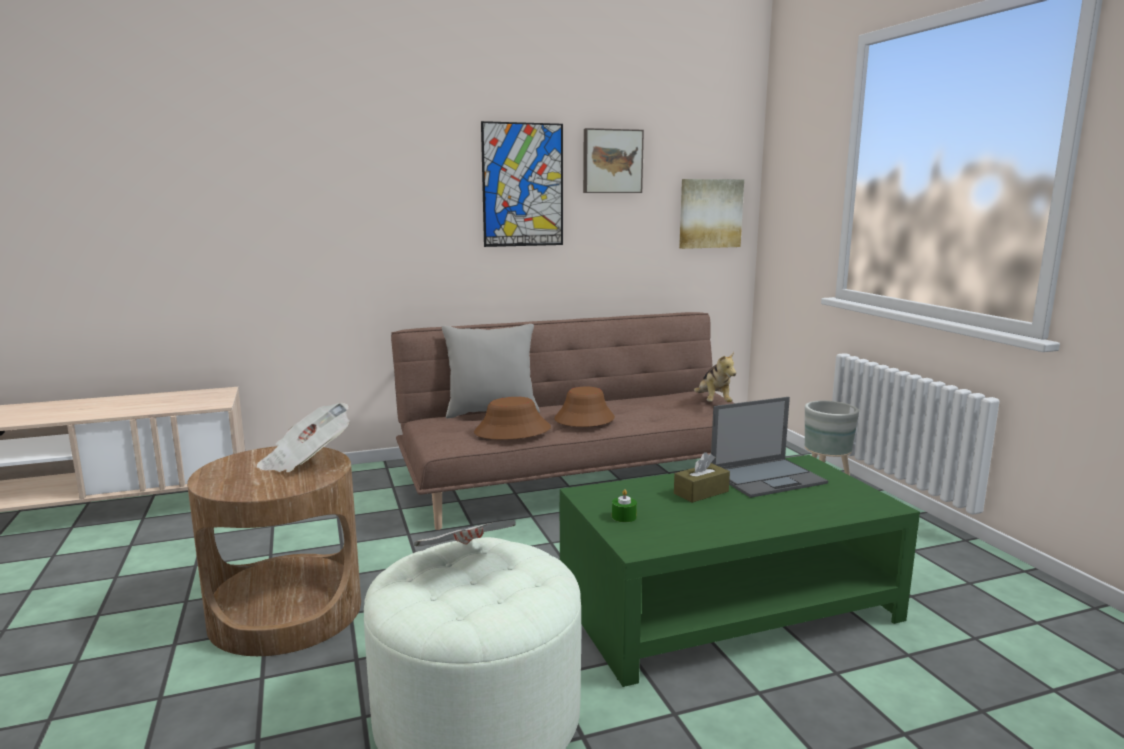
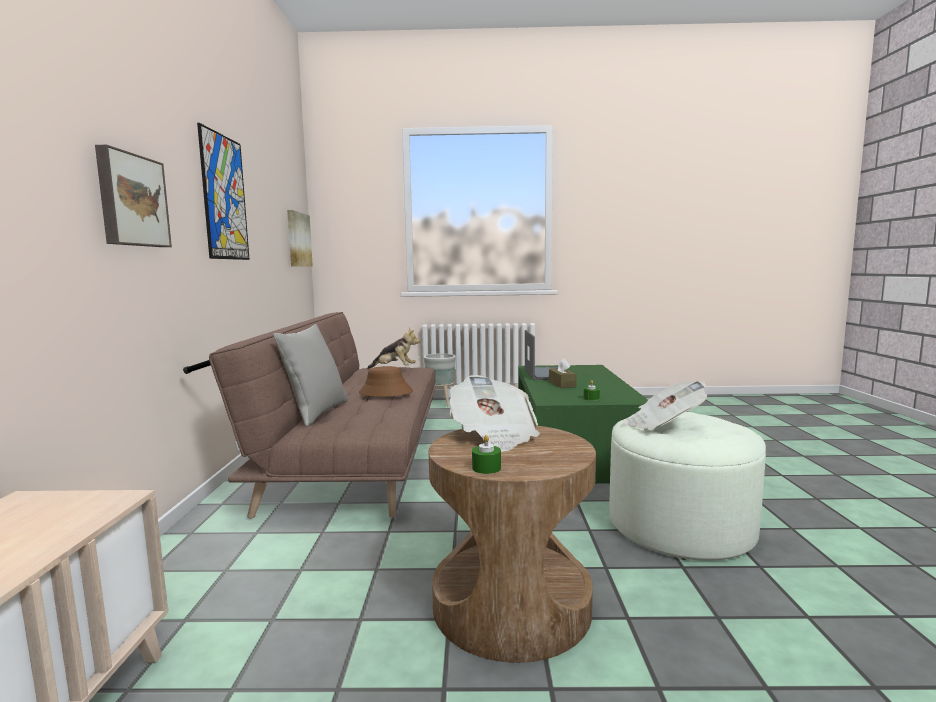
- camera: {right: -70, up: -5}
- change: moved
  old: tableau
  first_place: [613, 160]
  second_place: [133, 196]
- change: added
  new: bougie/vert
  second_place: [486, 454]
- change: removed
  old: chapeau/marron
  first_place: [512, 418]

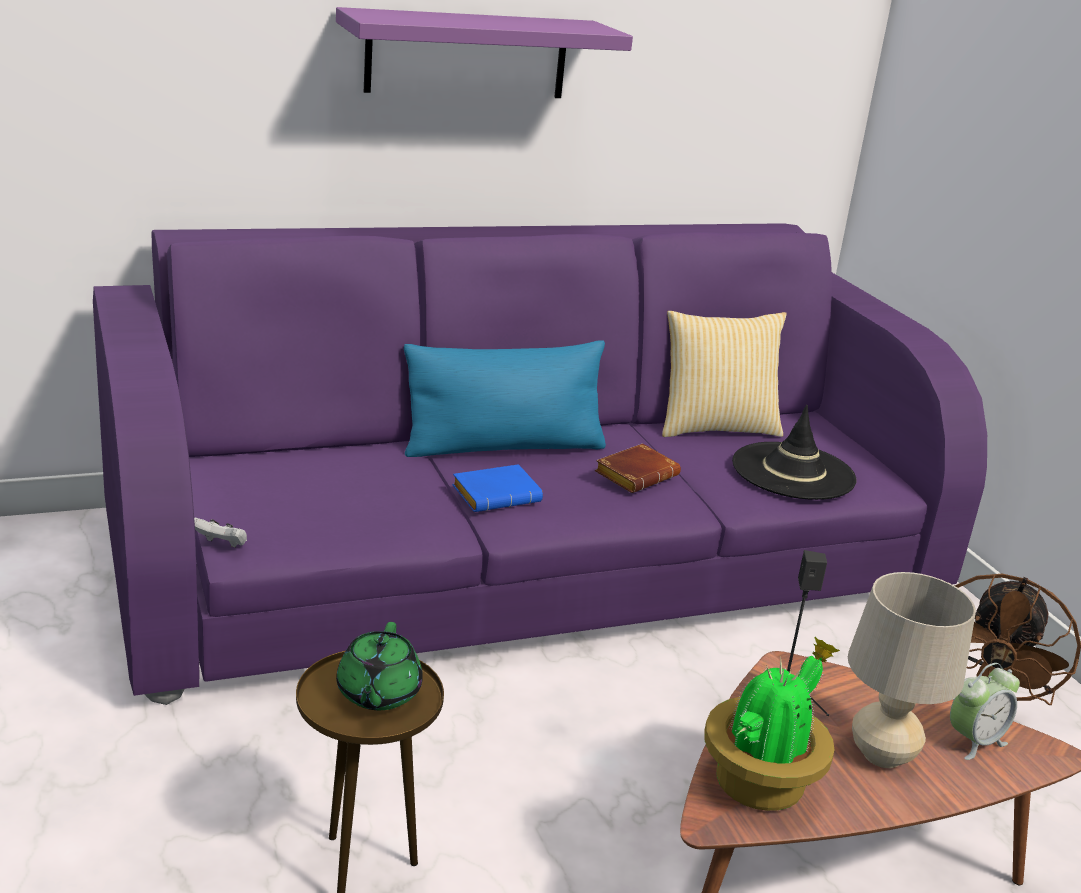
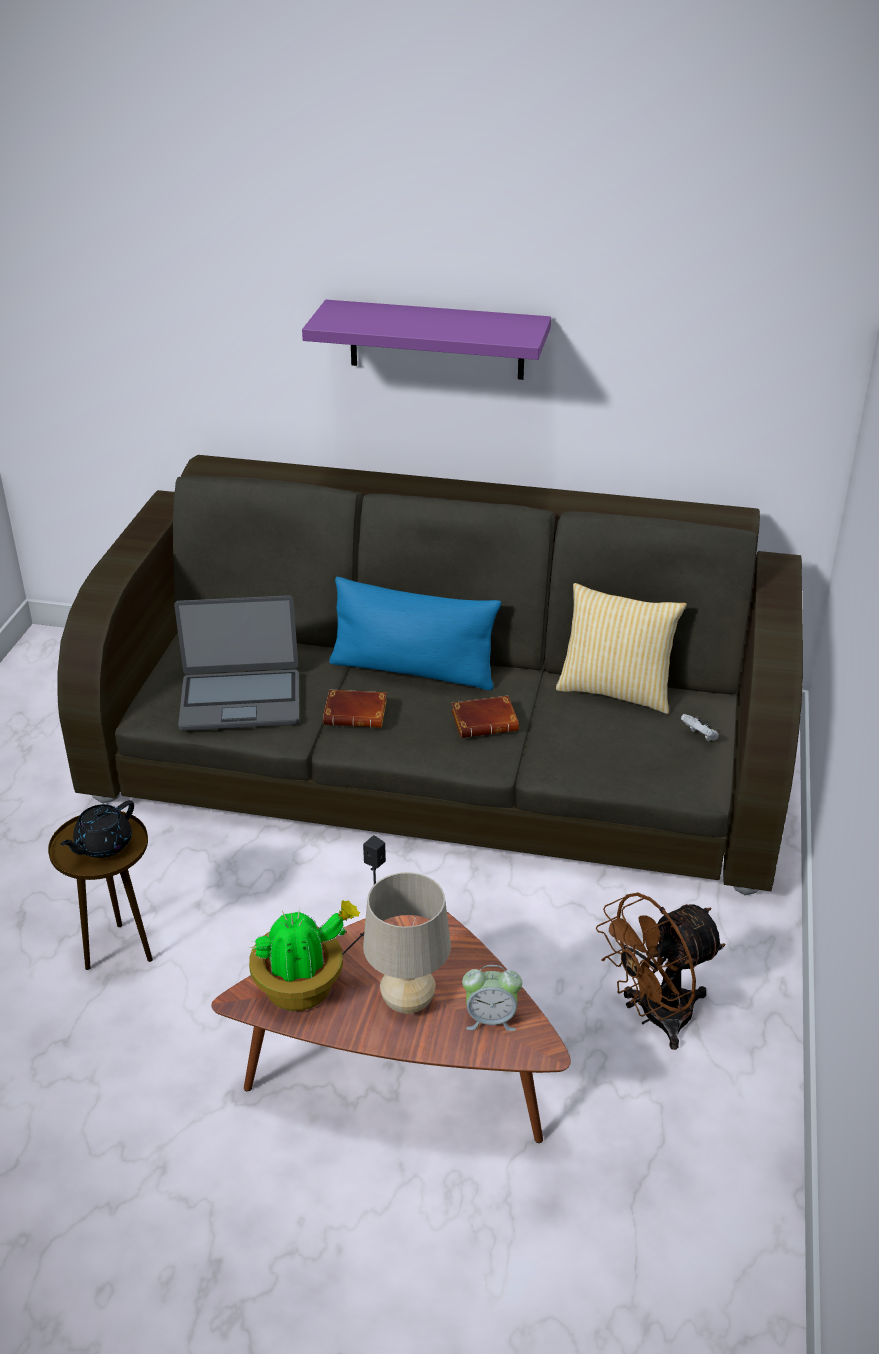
- camera: {right: 35, up: 10}
- change: recoloured
  old: canapé/violet
  new: canapé/gris
  first_place: [540, 464]
  second_place: [430, 675]
- change: recoloured
  old: théière/vert
  new: théière/noir
  first_place: [379, 666]
  second_place: [97, 829]
- change: added
  new: ordinateur portable
  second_place: [236, 663]
- change: recoloured
  old: livre/bleu
  new: livre/marron
  first_place: [497, 488]
  second_place: [355, 708]
- change: moved
  old: manette/blanc
  first_place: [220, 532]
  second_place: [699, 727]
- change: removed
  old: chapeau/noir
  first_place: [794, 452]

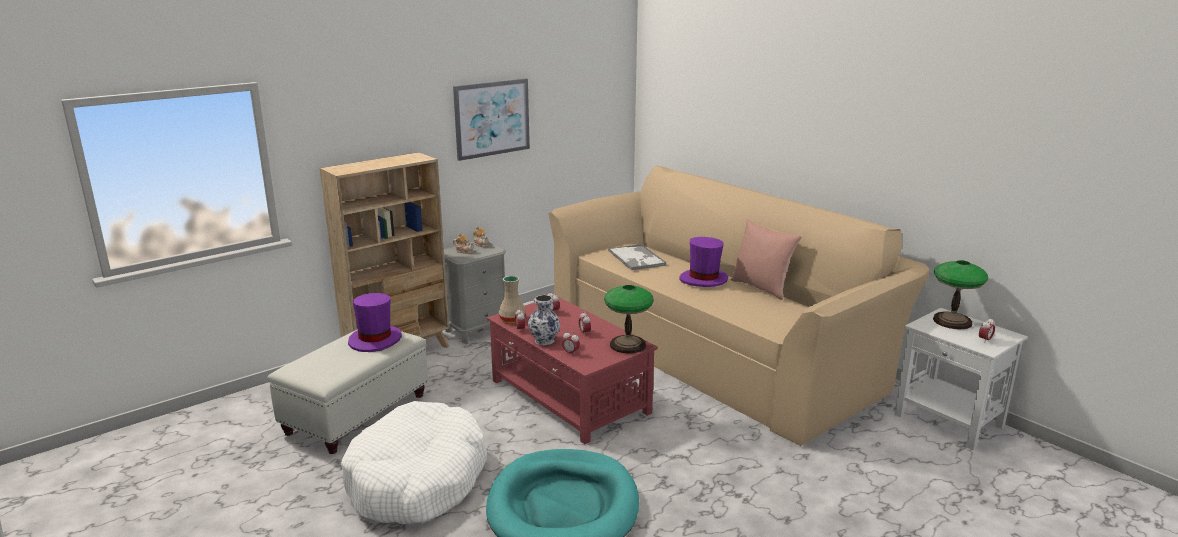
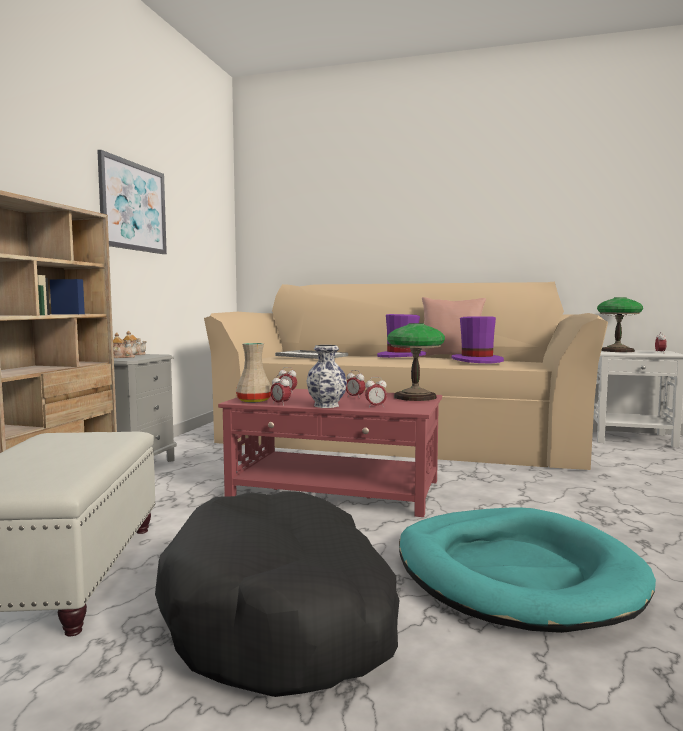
- camera: {right: -35, up: -15}
- change: recoloured
  old: panier pour chien/blanc
  new: panier pour chien/noir
  first_place: [414, 462]
  second_place: [277, 594]
- change: moved
  old: chapeau/violet
  first_place: [375, 322]
  second_place: [477, 340]

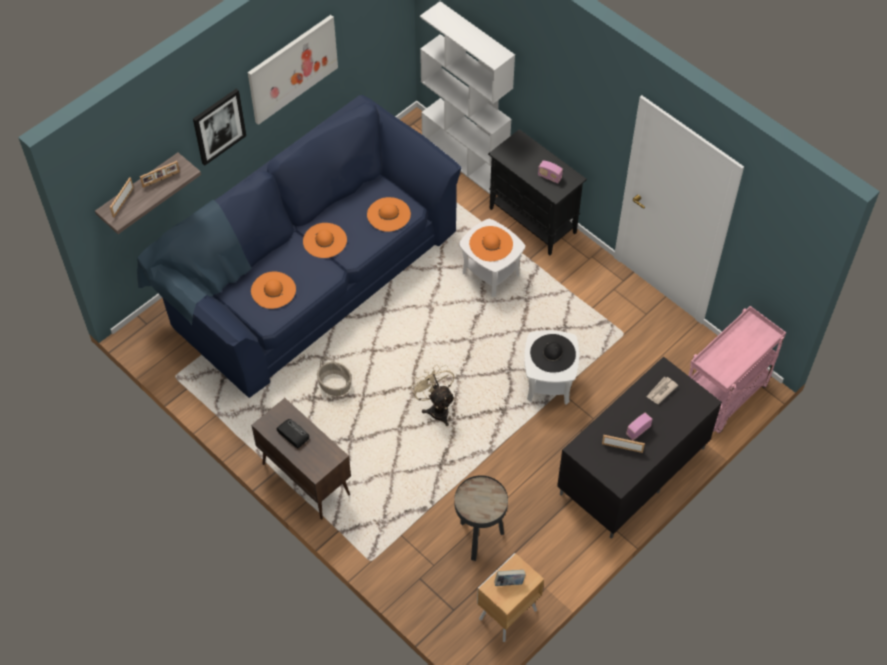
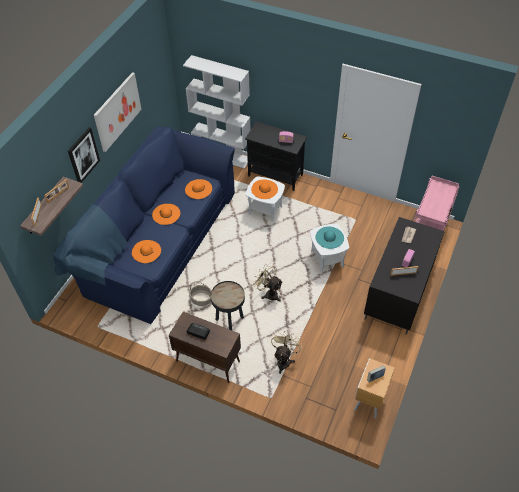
- camera: {right: -20, up: -5}
- change: moved
  old: table d'appoint/noir
  first_place: [481, 518]
  second_place: [228, 305]
- change: added
  new: ventilateur/beige
  second_place: [286, 352]
- change: recoloured
  old: chapeau/noir
  new: chapeau/turquoise
  first_place: [553, 353]
  second_place: [329, 237]

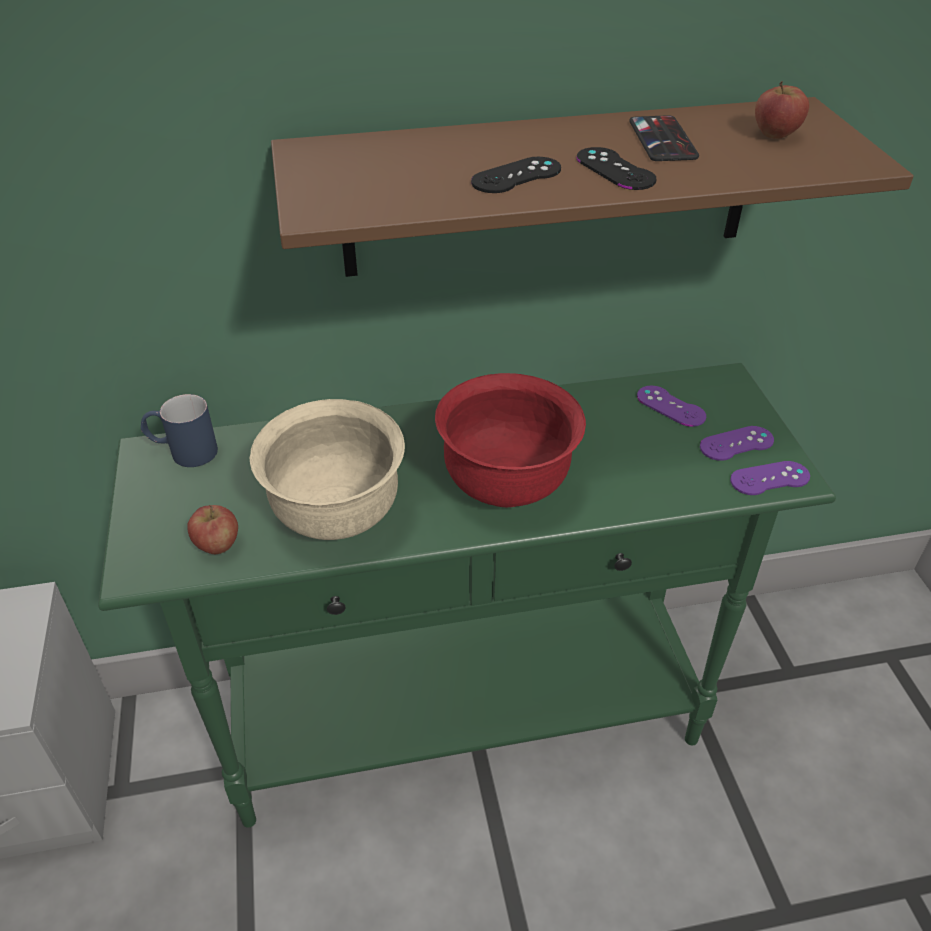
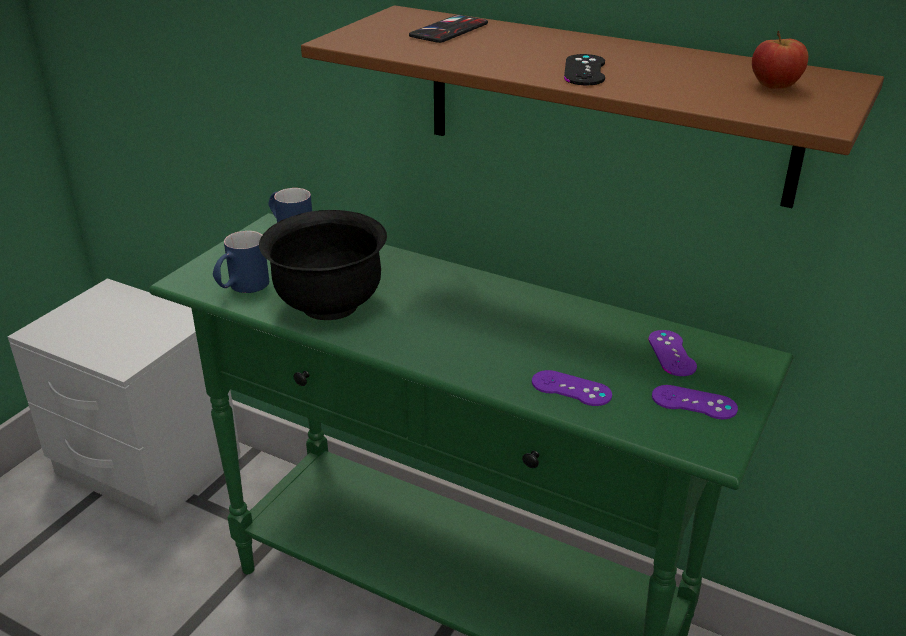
- camera: {right: 40, up: -10}
- change: replaced
  old: pomme
  new: mug/bleu
  first_place: [212, 529]
  second_place: [241, 262]
- change: recoloured
  old: bol/beige
  new: bol/noir
  first_place: [327, 469]
  second_place: [323, 265]
- change: moved
  old: téléphone
  first_place: [664, 138]
  second_place: [448, 29]
- change: moved
  old: manette/violet
  first_place: [770, 478]
  second_place: [572, 388]
- change: removed
  old: bol/rouge
  first_place: [510, 440]
- change: removed
  old: manette/noir
  first_place: [516, 175]

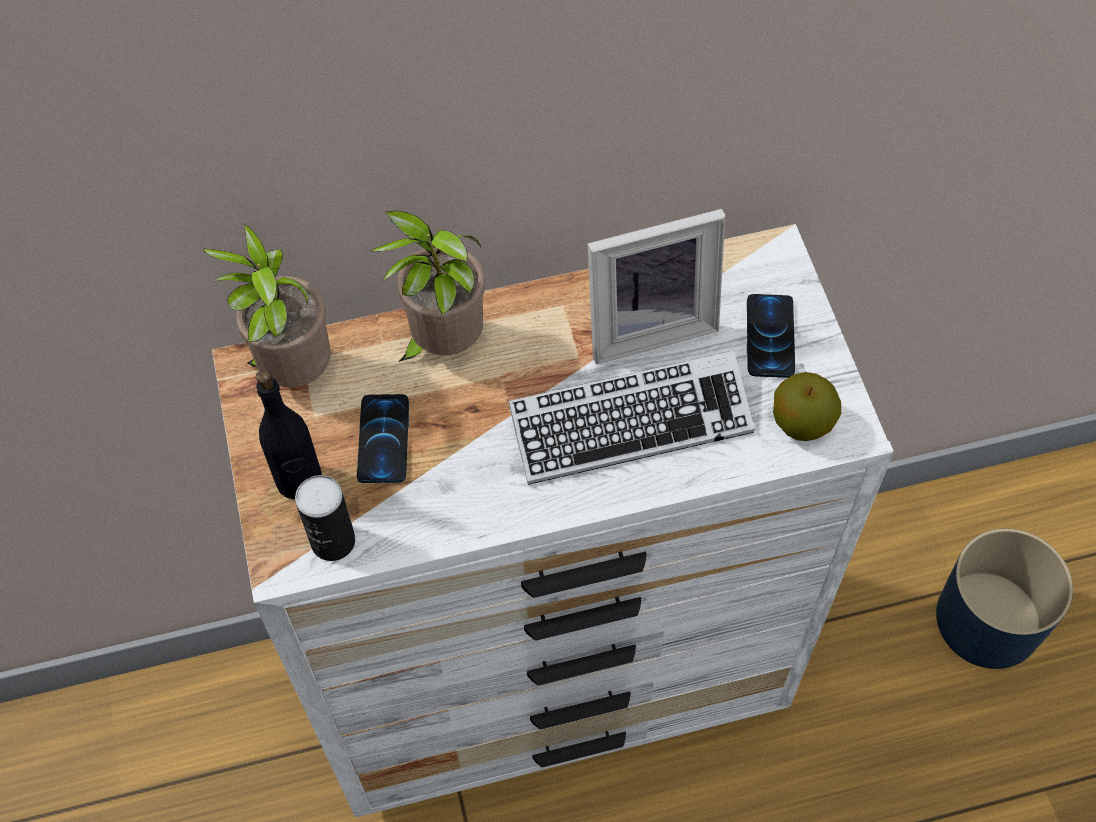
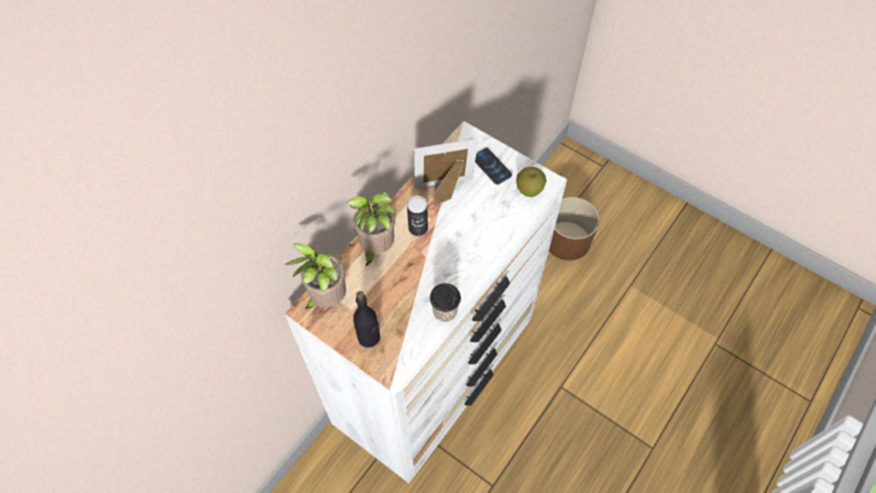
- camera: {right: -40, up: 0}
- change: moved
  old: boîte métallique
  first_place: [325, 518]
  second_place: [417, 216]
- change: turned
  old: cadre photo
  first_place: [656, 286]
  second_place: [446, 171]
  degrees: -135
- change: added
  new: tasse
  second_place: [445, 302]
- change: recoloured
  old: cache-pot/bleu
  new: cache-pot/marron
  first_place: [1004, 599]
  second_place: [574, 228]
- change: removed
  old: téléphone
  first_place: [383, 438]
- change: removed
  old: clavier
  first_place: [631, 417]

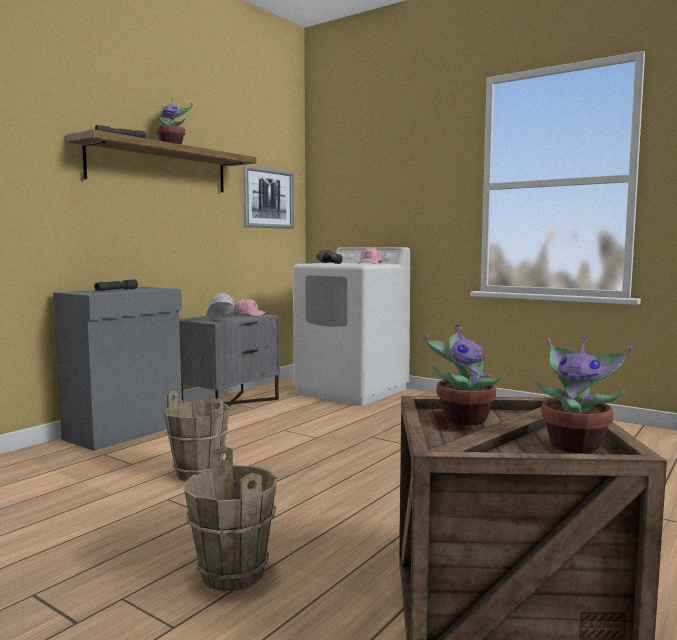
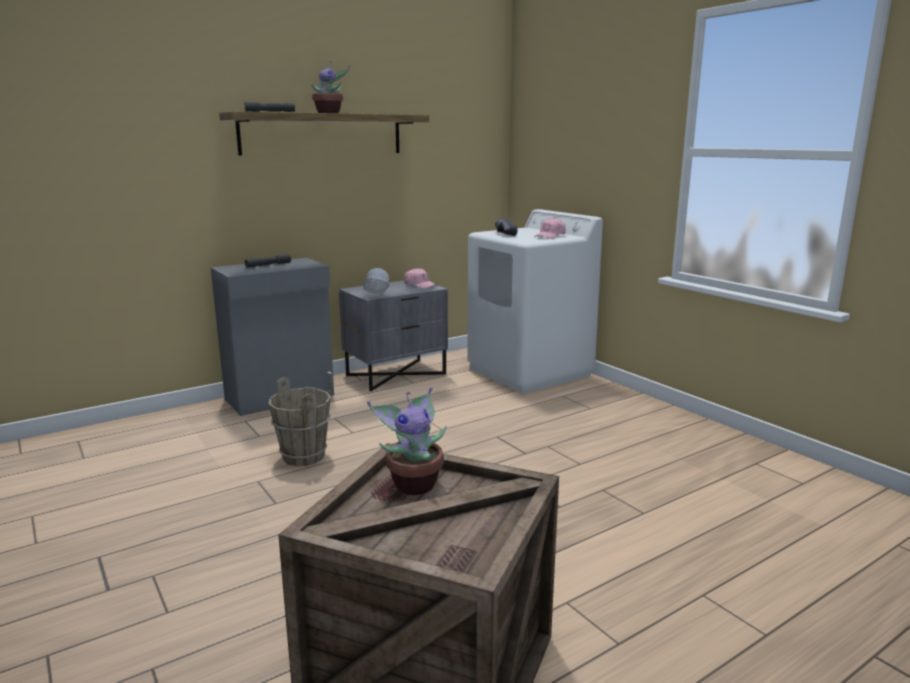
- camera: {right: 20, up: 10}
- change: removed
  old: seau/marron
  first_place: [230, 518]
- change: removed
  old: tableau
  first_place: [268, 197]
- change: removed
  old: plante en pot
  first_place: [584, 394]

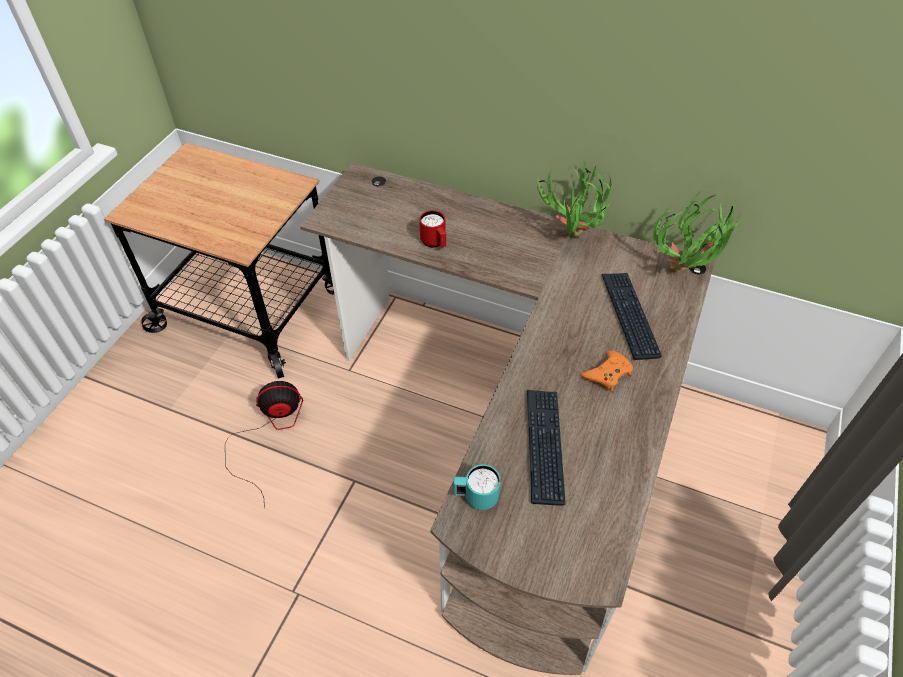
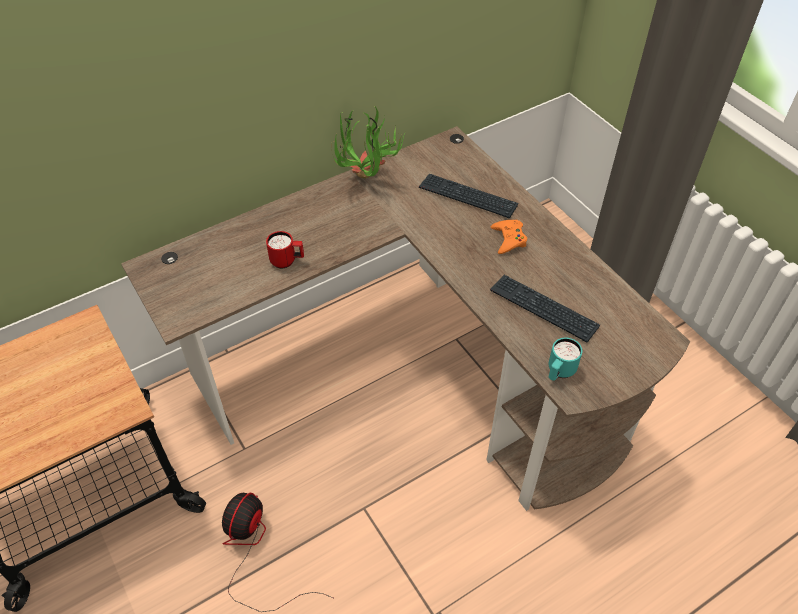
- camera: {right: -55, up: 0}
- change: removed
  old: plante en pot
  first_place: [698, 232]

